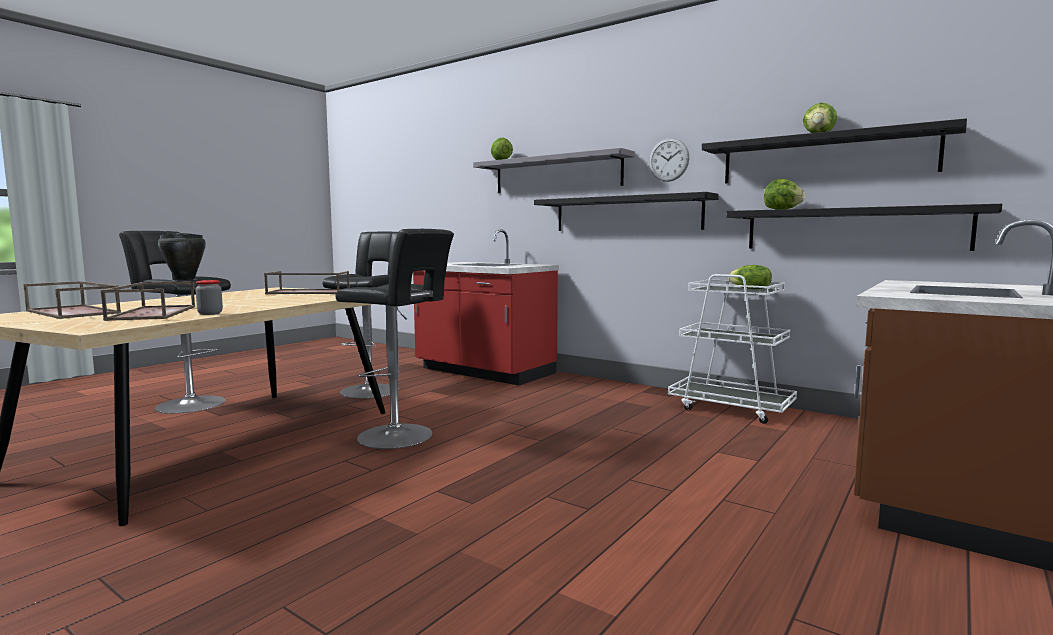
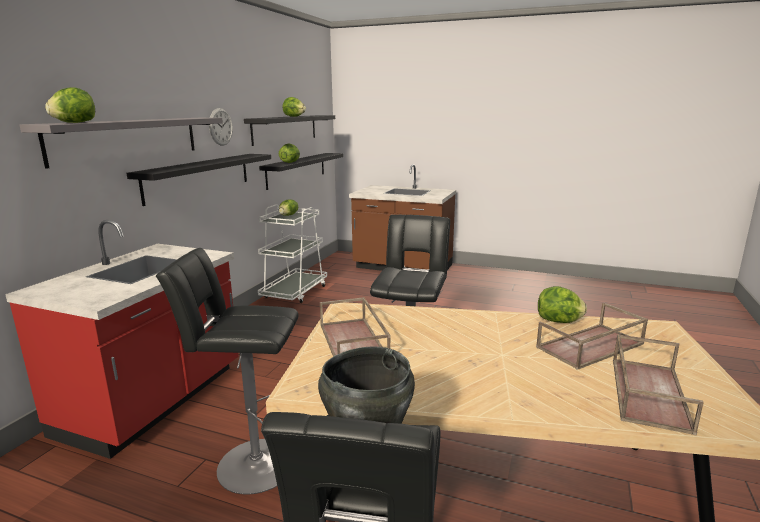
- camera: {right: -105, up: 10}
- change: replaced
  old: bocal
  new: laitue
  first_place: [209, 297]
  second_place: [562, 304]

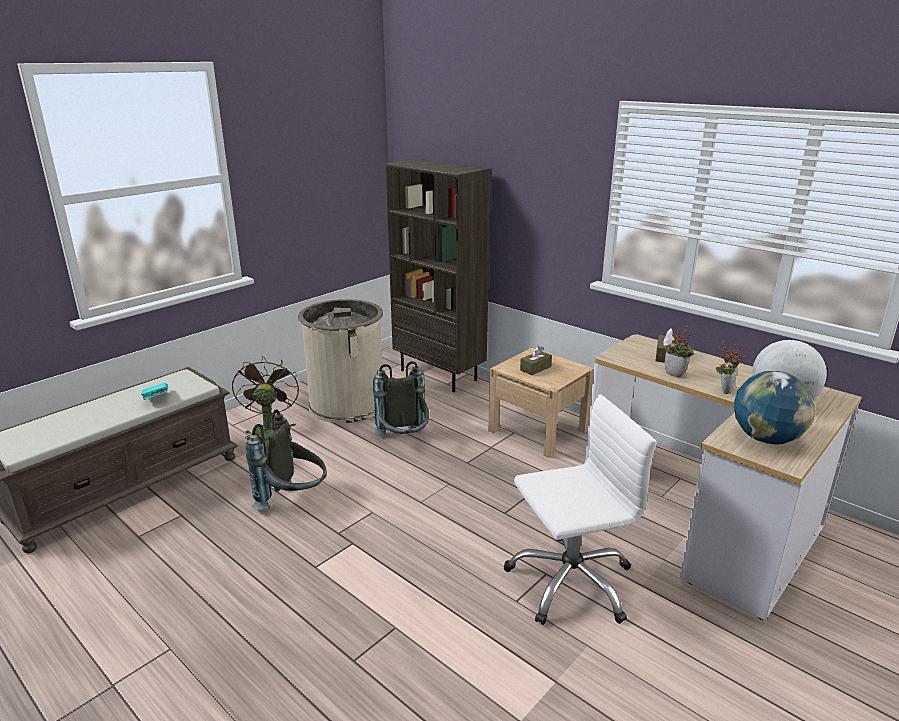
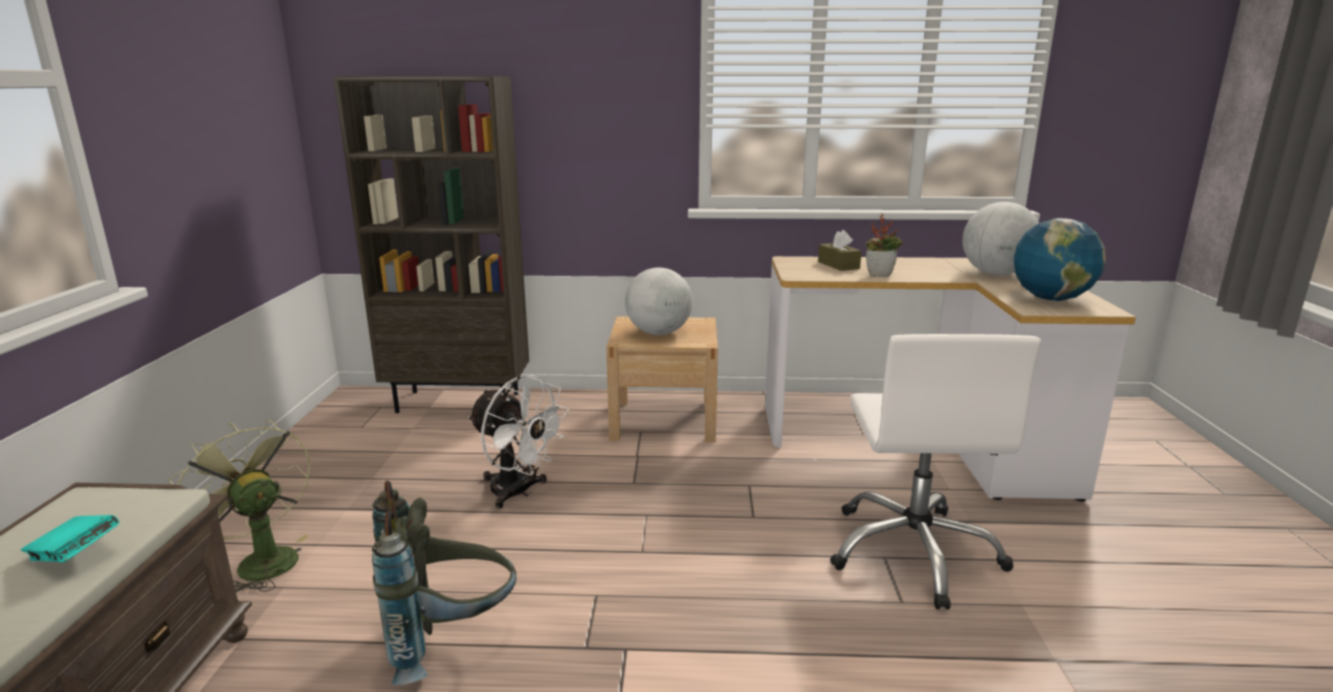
- camera: {right: -40, up: -5}
- change: recoloured
  old: ventilateur/marron
  new: ventilateur/vert
  first_place: [265, 397]
  second_place: [239, 506]
- change: replaced
  old: sac à dos/gris
  new: ventilateur/blanc
  first_place: [401, 399]
  second_place: [518, 442]
- change: replaced
  old: boîte à mouchoirs/marron
  new: globe
  first_place: [536, 360]
  second_place: [659, 301]
- change: turned
  old: chaise de bureau/blanc
  first_place: [580, 509]
  second_place: [935, 472]
  degrees: 150
- change: removed
  old: poubelle/beige
  first_place: [340, 361]
- change: removed
  old: plante en pot
  first_place: [730, 367]

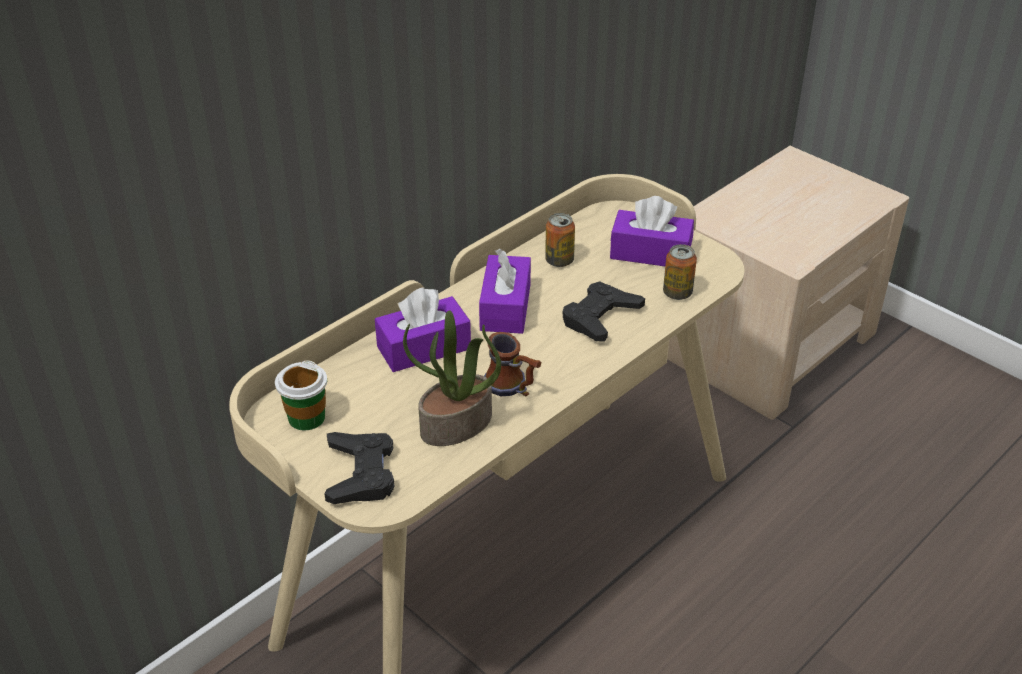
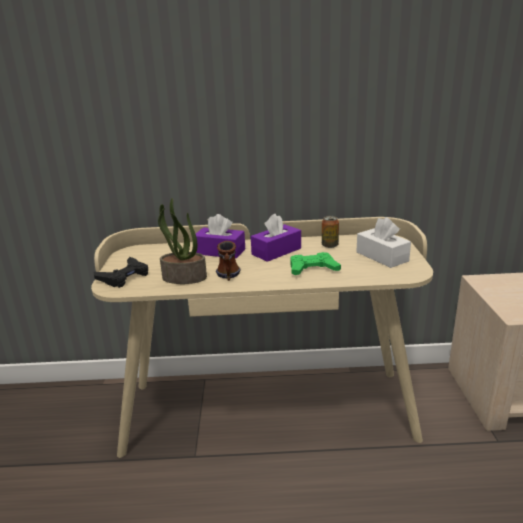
- camera: {right: 45, up: -15}
- change: recoloured
  old: manette/noir
  new: manette/vert
  first_place: [603, 311]
  second_place: [315, 263]
- change: recoloured
  old: boîte à mouchoirs/violet
  new: boîte à mouchoirs/blanc
  first_place: [652, 231]
  second_place: [383, 242]
- change: removed
  old: tasse
  first_place: [301, 395]
- change: removed
  old: boîte métallique
  first_place: [680, 272]

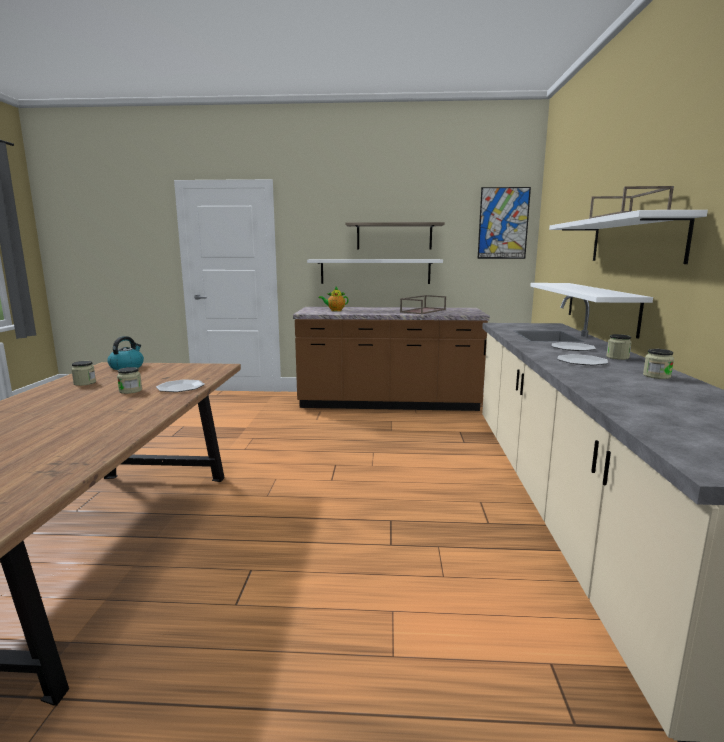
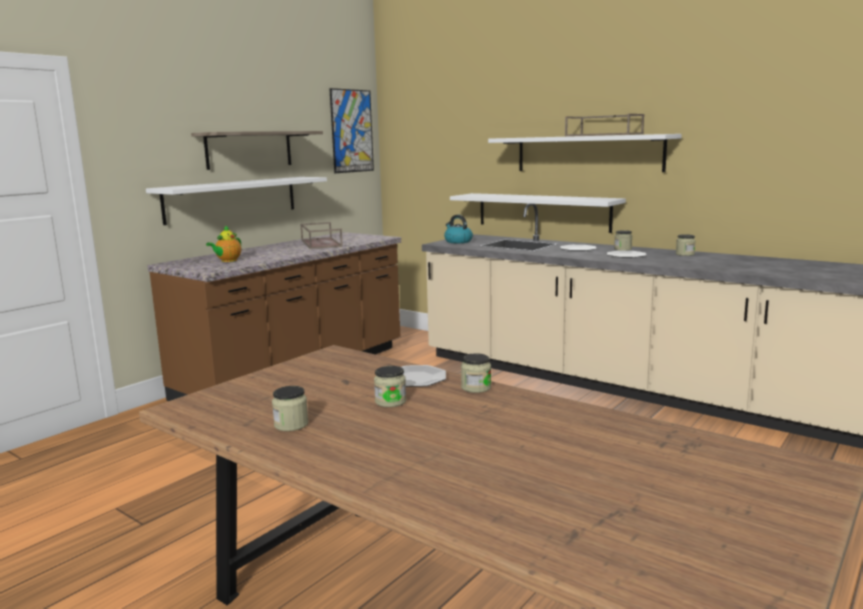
- camera: {right: -55, up: 0}
- change: moved
  old: bouilloire
  first_place: [125, 353]
  second_place: [458, 229]
- change: added
  new: bocal
  second_place: [476, 373]

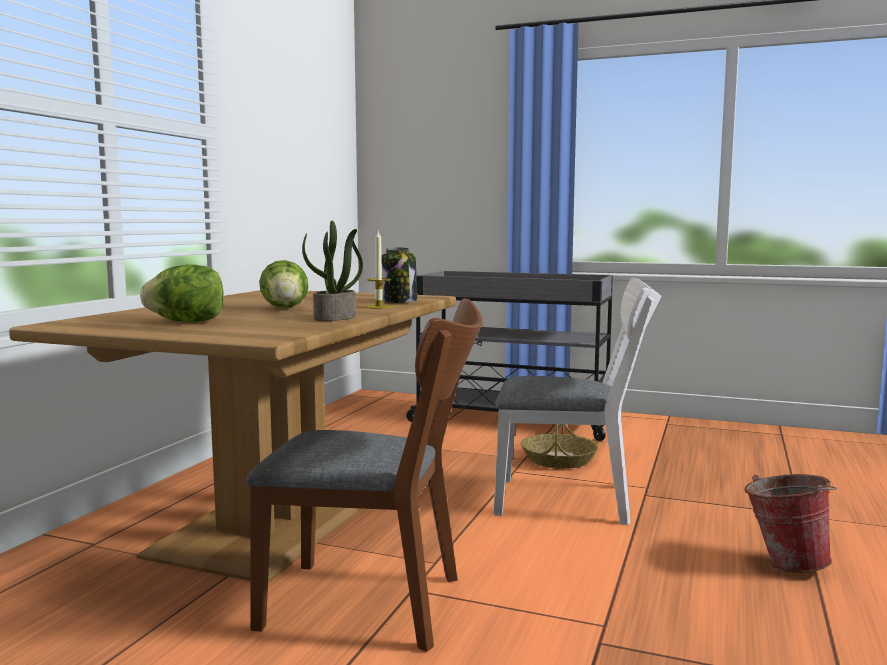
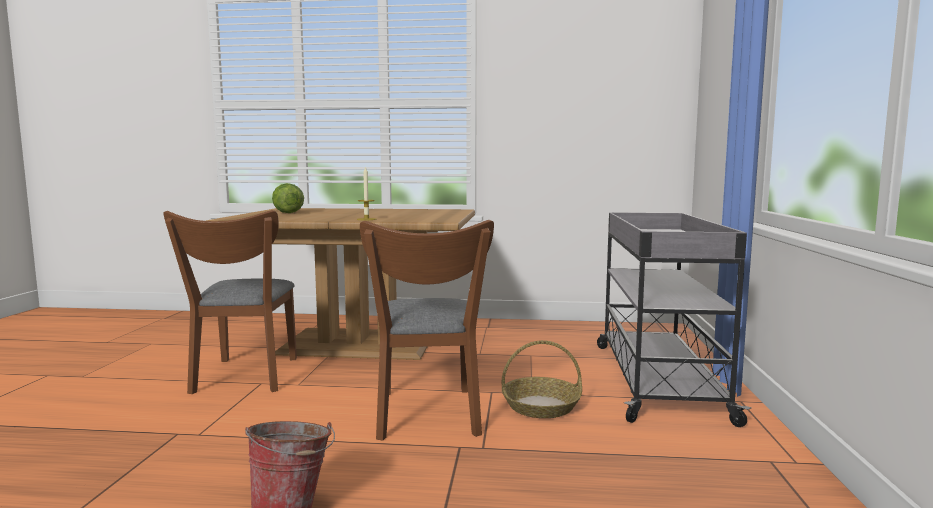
- camera: {right: 75, up: 0}
- change: recoloured
  old: chaise/blanc
  new: chaise/marron
  first_place: [577, 401]
  second_place: [427, 330]
- change: removed
  old: laitue
  first_place: [283, 284]
- change: removed
  old: plante en pot
  first_place: [332, 271]
- change: removed
  old: bocal
  first_place: [399, 275]

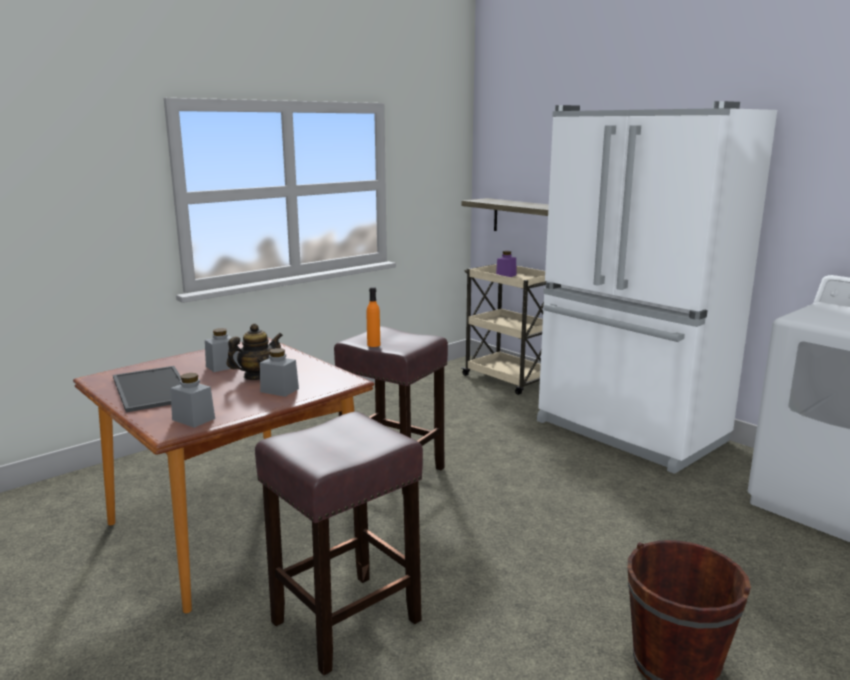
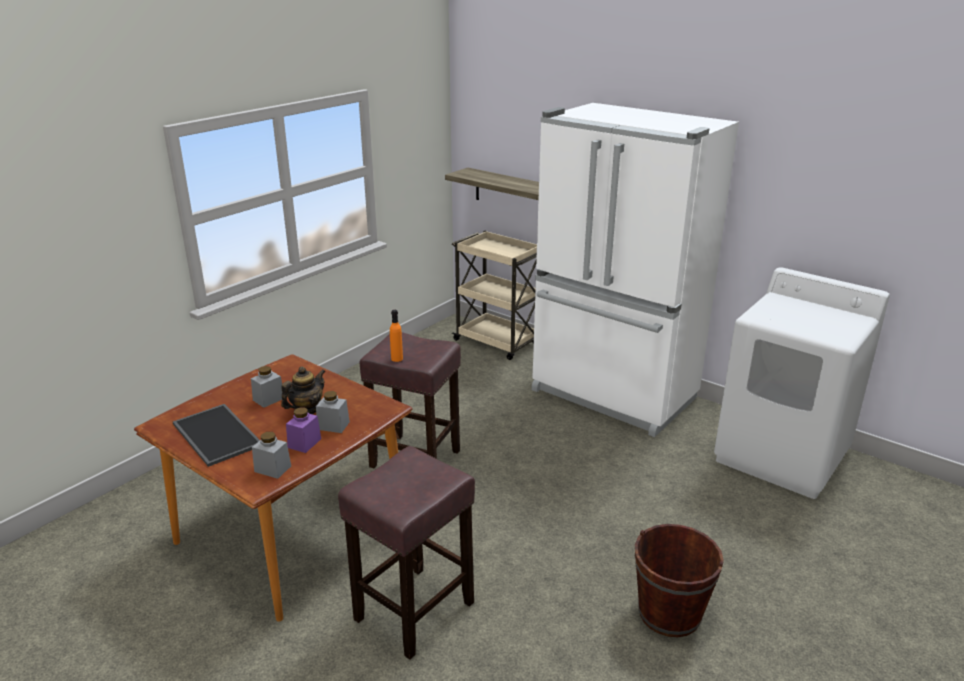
- camera: {right: -10, up: 10}
- change: moved
  old: bocal/violet
  first_place: [506, 264]
  second_place: [303, 430]

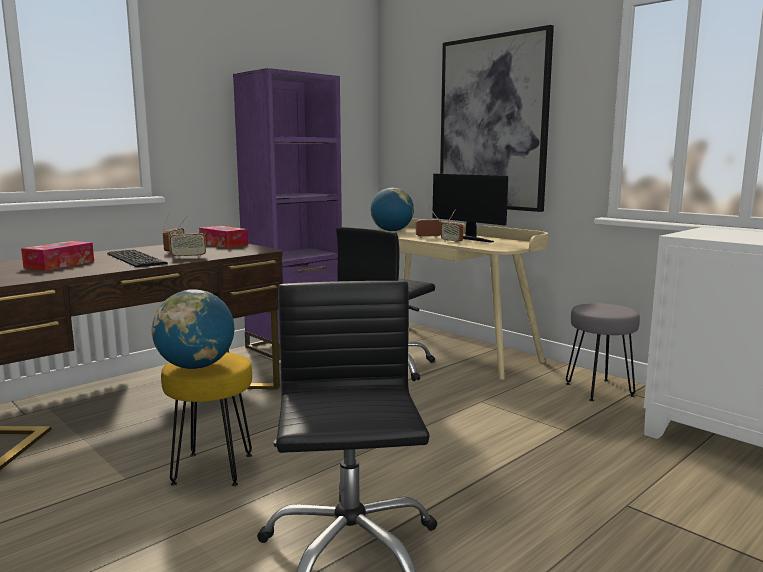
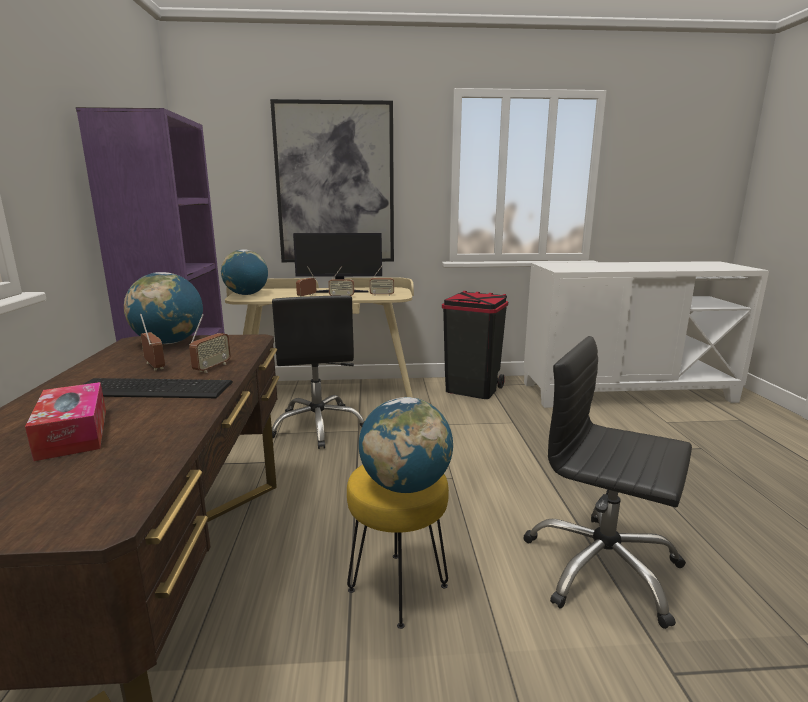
- camera: {right: -50, up: 5}
- change: replaced
  old: boîte à mouchoirs
  new: globe
  first_place: [223, 237]
  second_place: [163, 308]
- change: added
  new: radio
  second_place: [381, 280]
- change: replaced
  old: tabouret/gris
  new: poubelle/noir
  first_place: [603, 352]
  second_place: [475, 345]

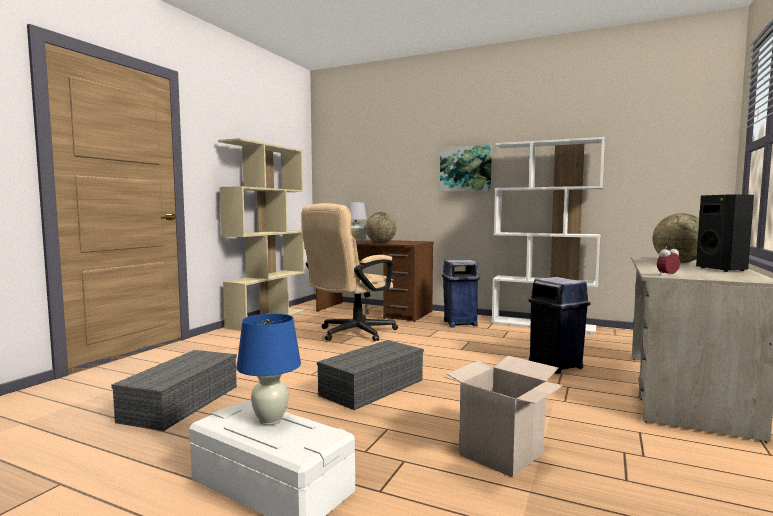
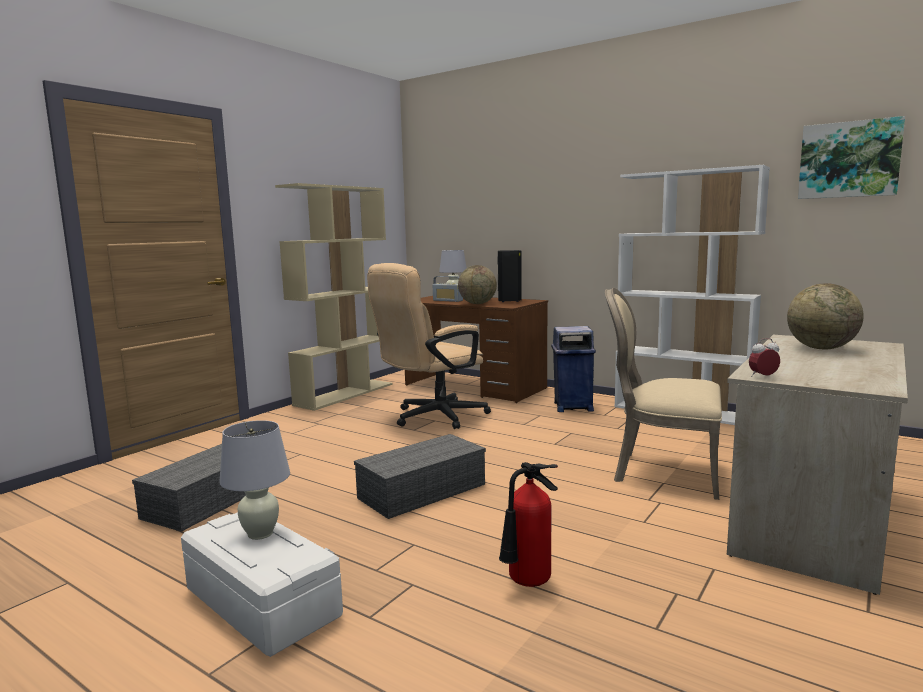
- camera: {right: 10, up: 5}
- change: recoloured
  old: lampe de table/bleu
  new: lampe de table/blanc
  first_place: [268, 369]
  second_place: [254, 480]
- change: moved
  old: enceinte/noir
  first_place: [725, 233]
  second_place: [509, 276]
- change: replaced
  old: carton
  new: extincteur
  first_place: [504, 417]
  second_place: [528, 524]
- change: replaced
  old: poubelle/bleu
  new: chaise/beige
  first_place: [559, 325]
  second_place: [663, 394]
- change: moved
  old: tableau
  first_place: [466, 168]
  second_place: [851, 157]

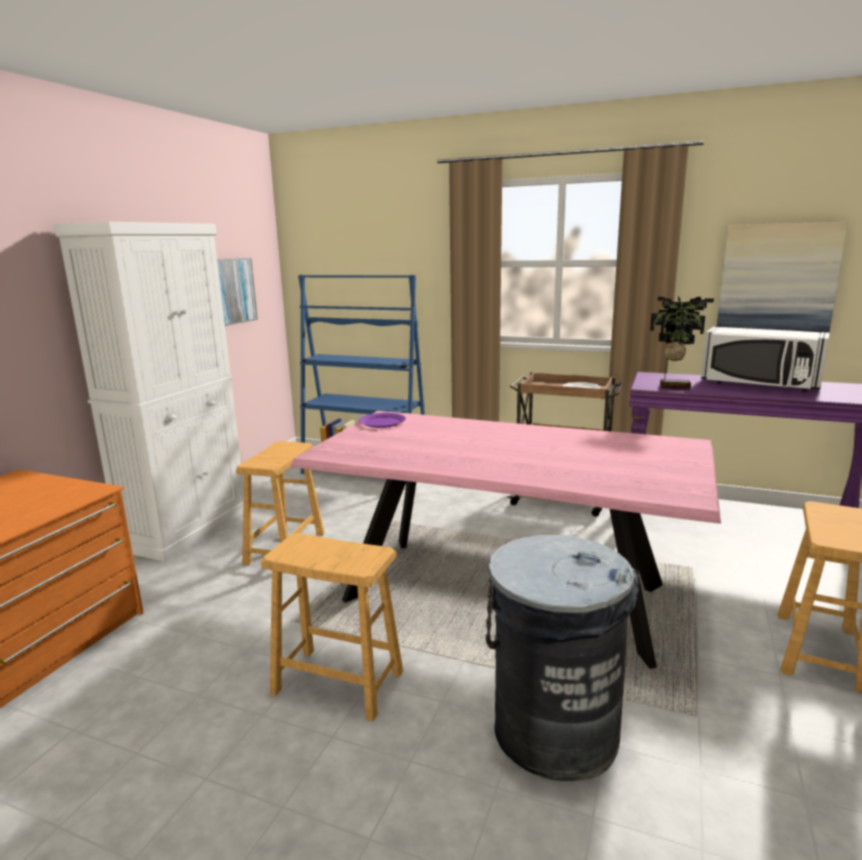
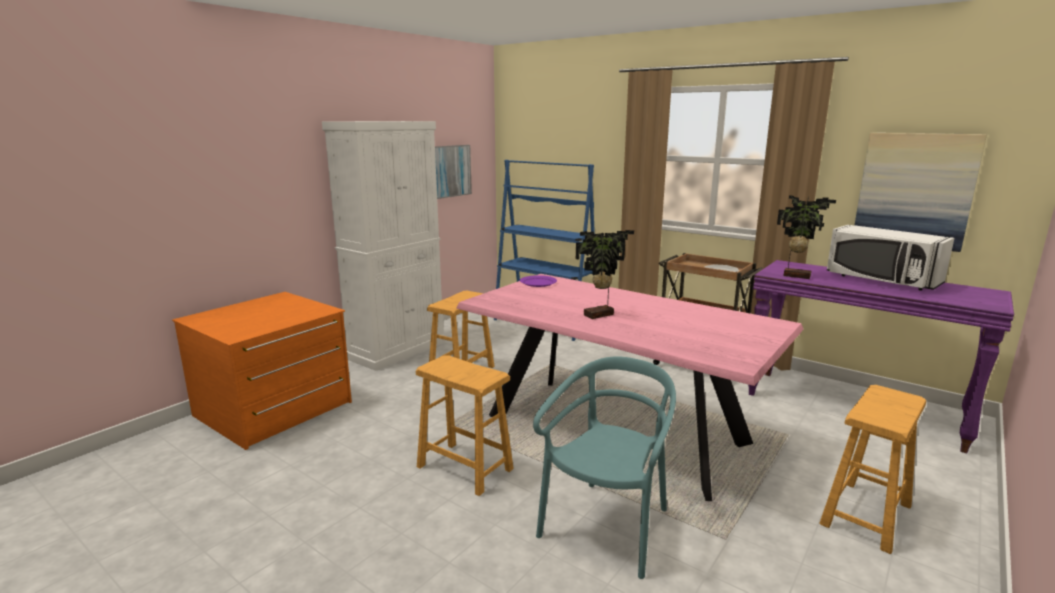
- camera: {right: 15, up: 0}
- change: replaced
  old: poubelle/gris
  new: chaise/turquoise
  first_place: [562, 658]
  second_place: [604, 467]
- change: added
  new: plante en pot
  second_place: [605, 274]

